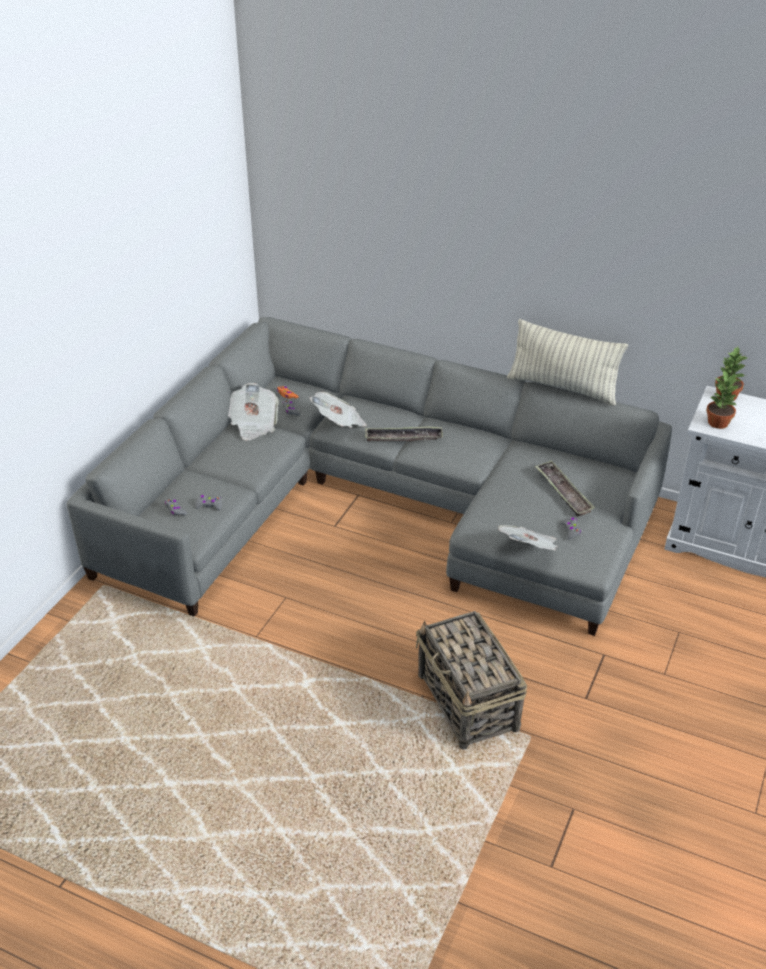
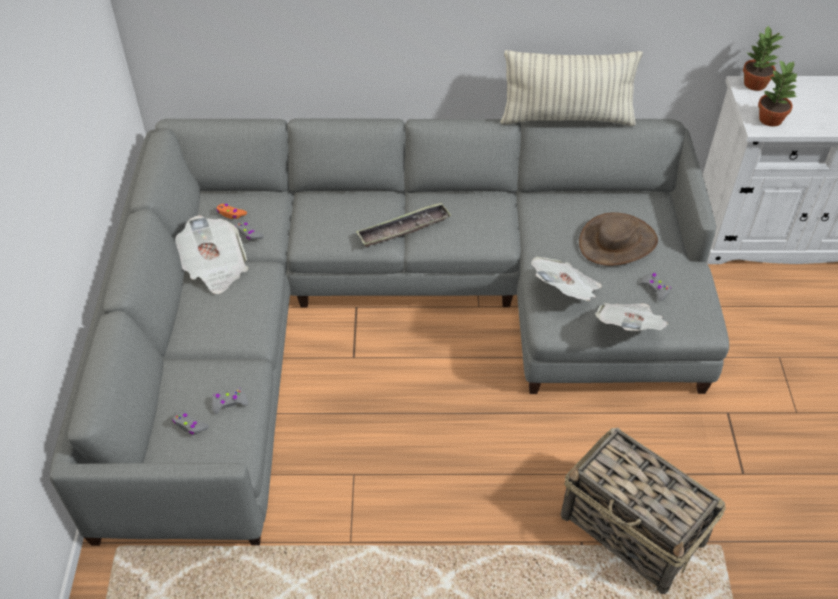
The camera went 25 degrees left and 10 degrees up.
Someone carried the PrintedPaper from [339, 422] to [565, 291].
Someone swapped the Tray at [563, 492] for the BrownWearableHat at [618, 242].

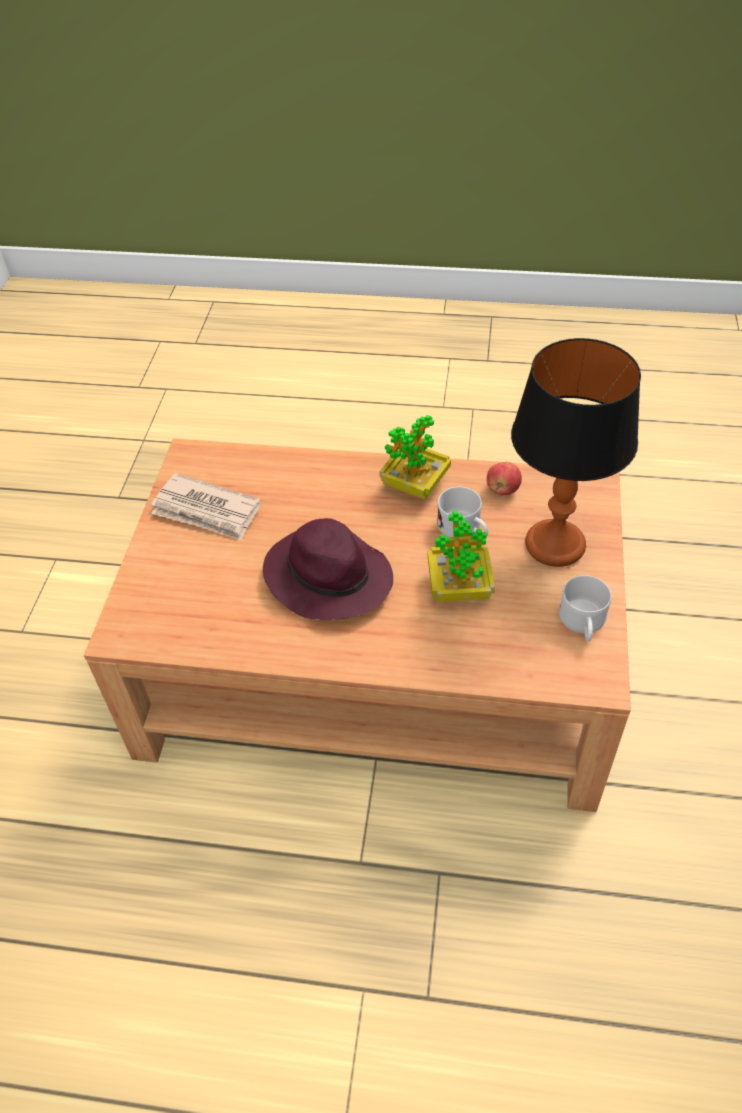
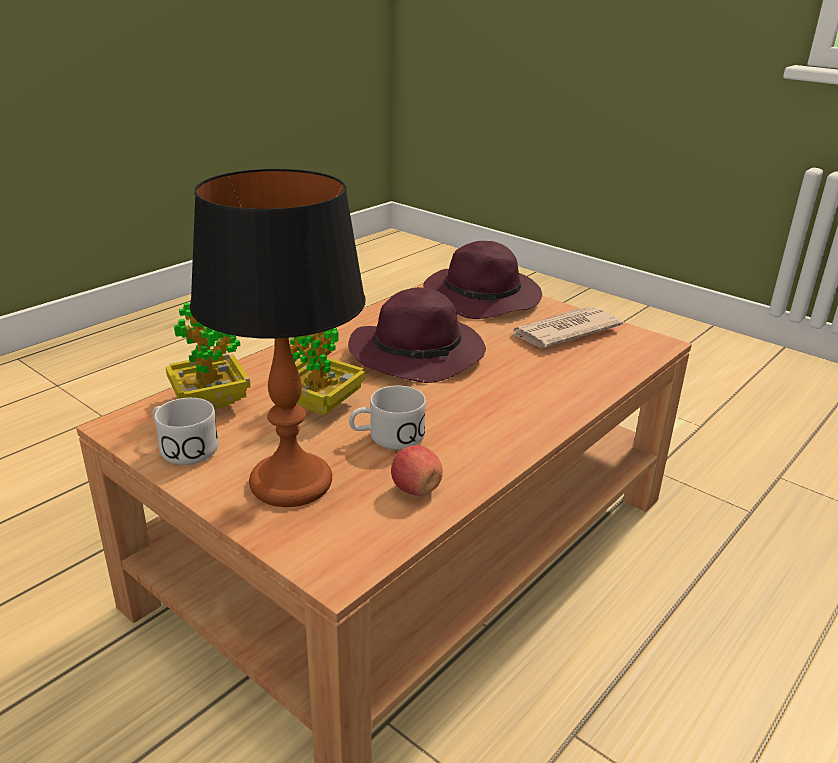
The camera went 120 degrees right and 20 degrees down.
Someone put down the PurplishWearableHat at [484, 299].
Someone carried the Houseplant from [415, 485] to [210, 402].

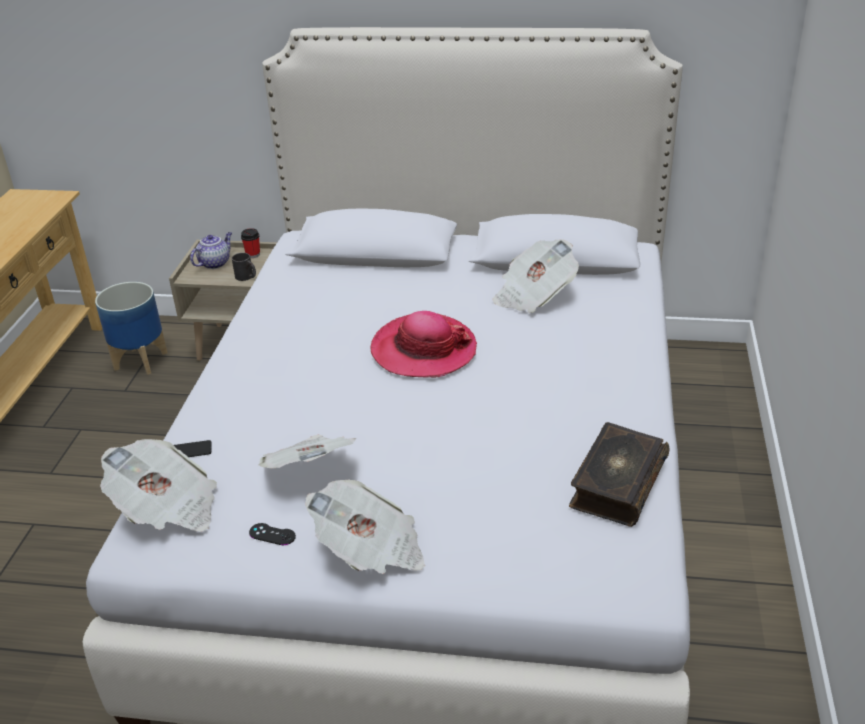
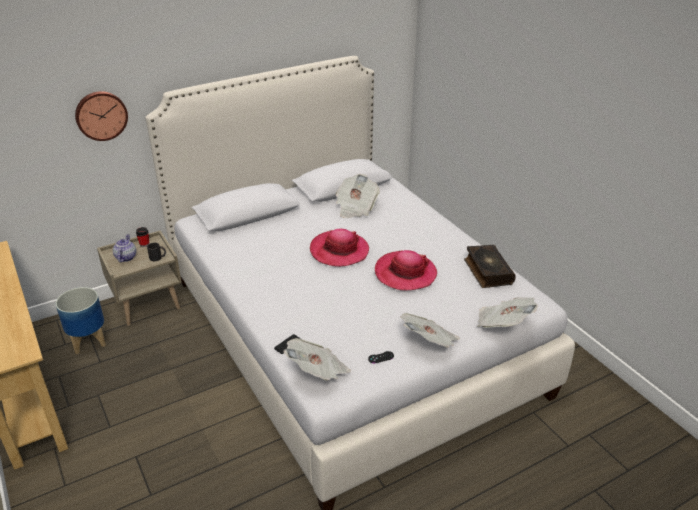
The camera went 40 degrees left and 0 degrees up.
Someone put up the ClockOnTheWall at [101, 115].
Someone put down the WearableHat at [405, 273].
Someone carried the PrintedPaper from [310, 470] to [502, 324].

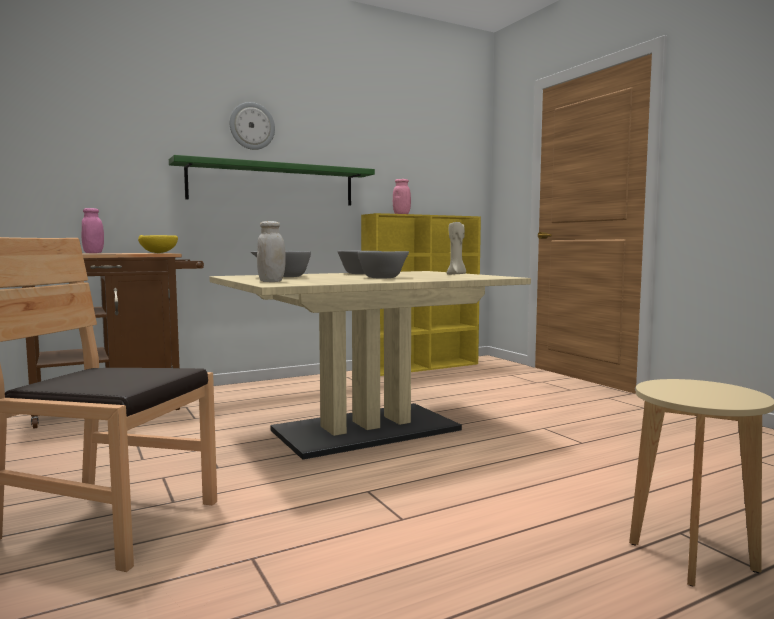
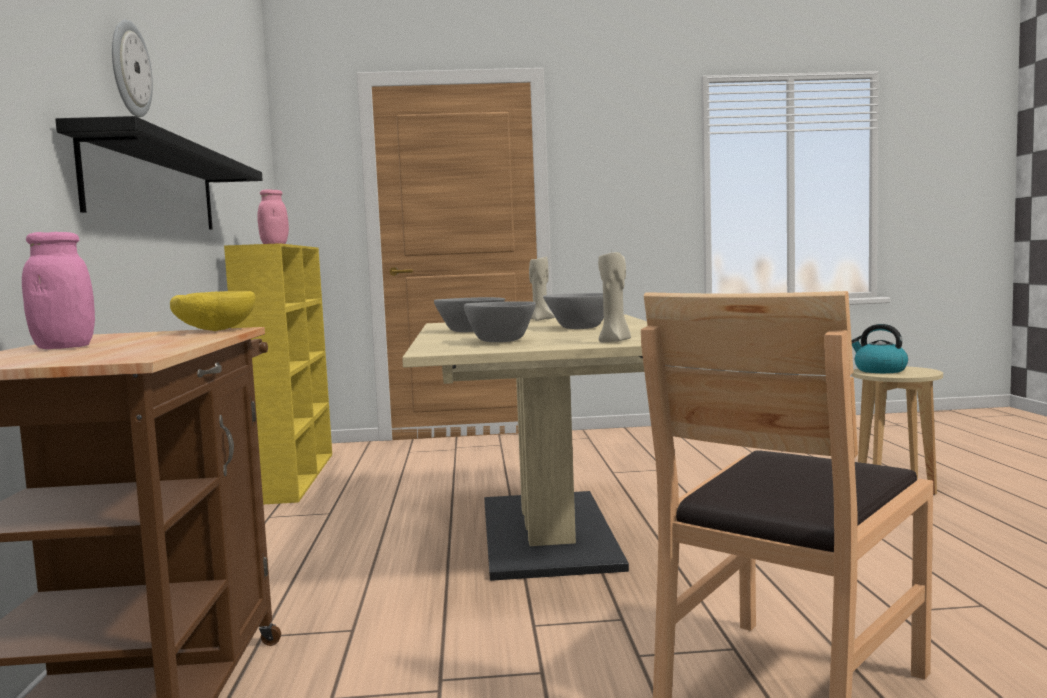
The camera went 65 degrees left and 0 degrees up.
Someone put down the TeaKettle at [879, 370].
Someone swapped the WhitishStorageJar at [271, 281] for the SandColouredWaxLight at [615, 341].
Someone repainted the GreenColouredBracketShelf at [273, 184], which became the BlackishBracketShelf at [155, 187].

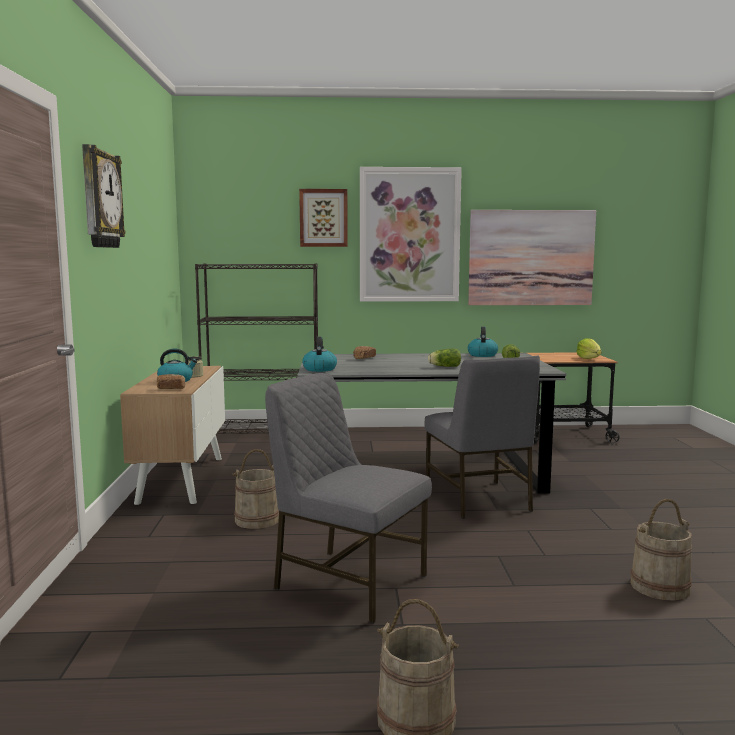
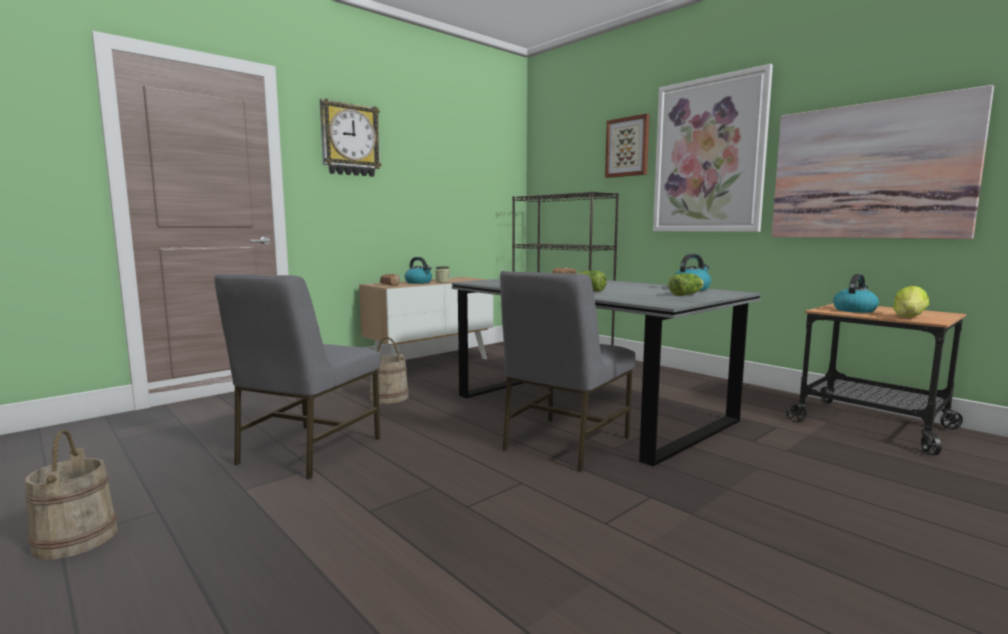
The camera went 50 degrees right and 0 degrees up.
Someone took away the SandColouredWaterBucket at [660, 587].
Someone carried the TeaKettle from [319, 369] to [854, 310].
Someone rotated the GrayPlainChair at [348, 582] by 150 degrees counterclockwise.

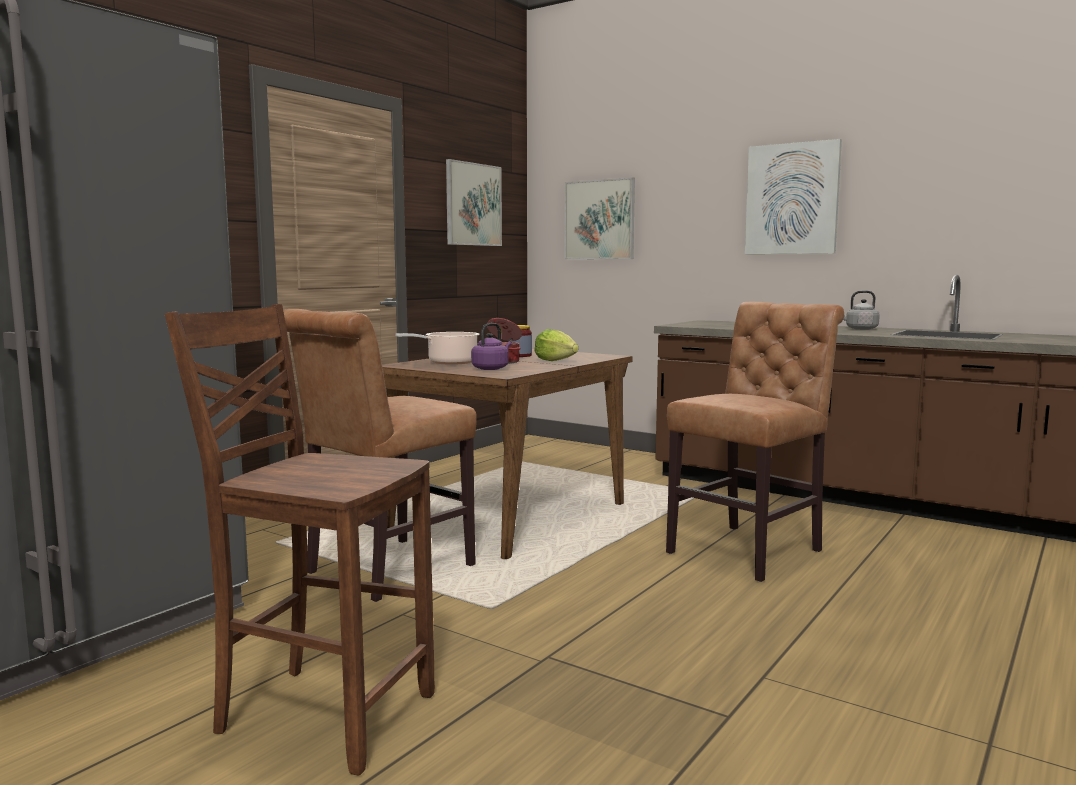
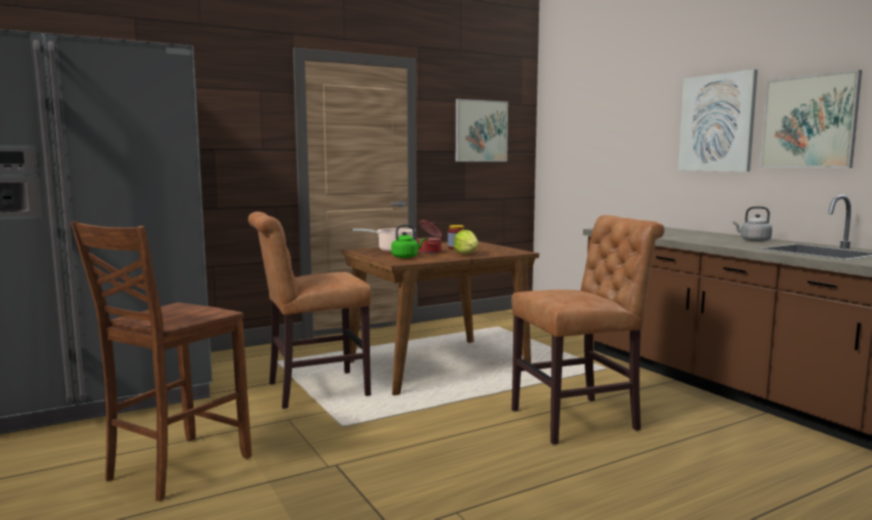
The camera went 25 degrees right and 0 degrees up.
Someone carried the Picture from [599, 220] to [808, 122].
Someone repainted the PurplishTeaKettle at [491, 368], which became the GreenColouredTeaKettle at [406, 257].
Someone rotated the BrownPlainChair at [322, 713] by 105 degrees counterclockwise.

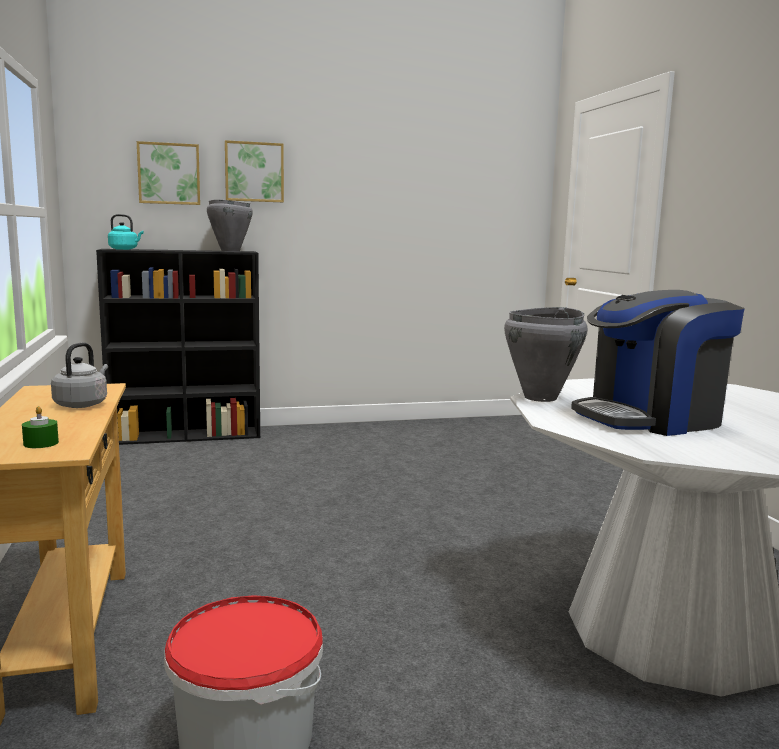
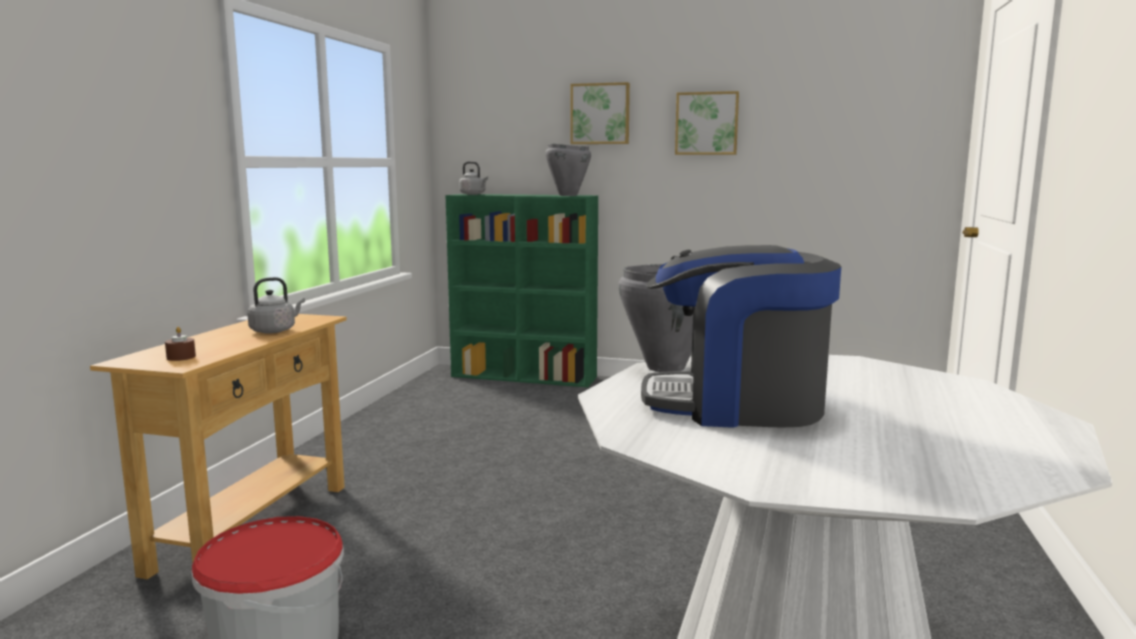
The camera went 30 degrees right and 0 degrees up.
Someone carried the Picture from [169, 174] to [706, 123].
Someone repainted the GreenColouredWaxLight at [41, 443], which became the BrownWaxLight at [181, 357].
Someone repainted the BlackishShelvingUnit at [187, 436], which became the GreenColouredShelvingUnit at [525, 377].
Someone repainted the TurquoiseTeaKettle at [125, 249], which became the GrayTeaKettle at [473, 194].

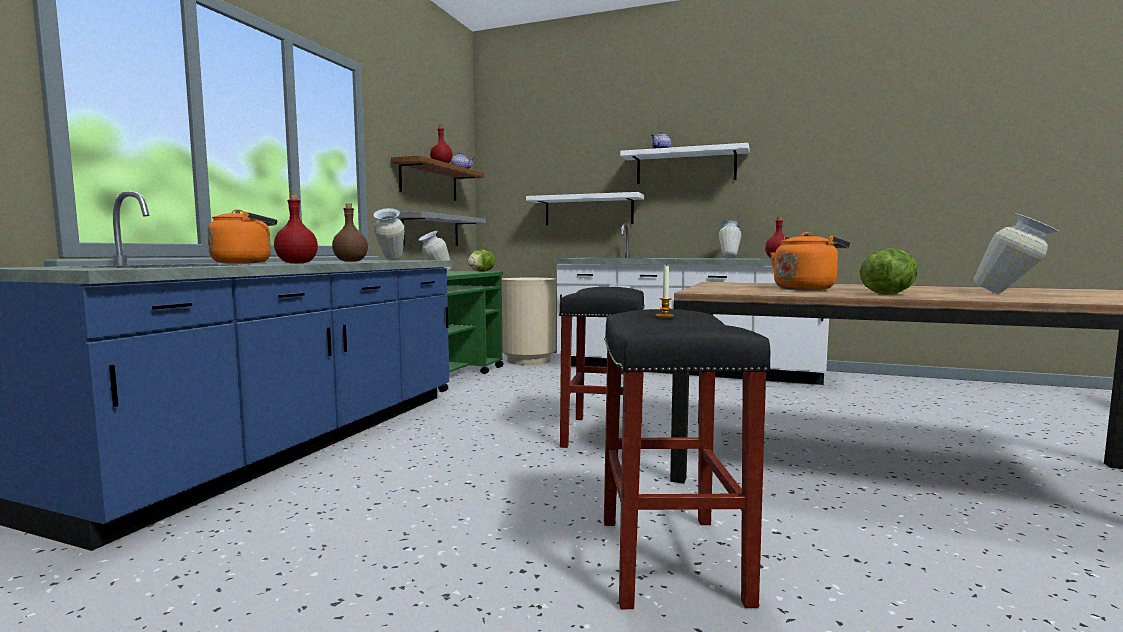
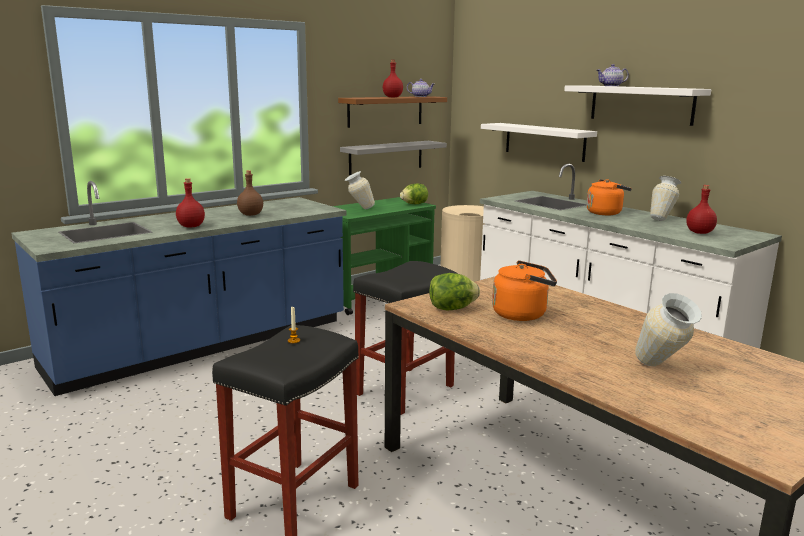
The camera went 30 degrees right and 10 degrees up.
Someone took away the FlowerVase at [389, 260].
Someone carried the OrangeyTeaKettle from [245, 263] to [605, 213].
Someone carried the HeadOfLettuce from [888, 294] to [452, 309].

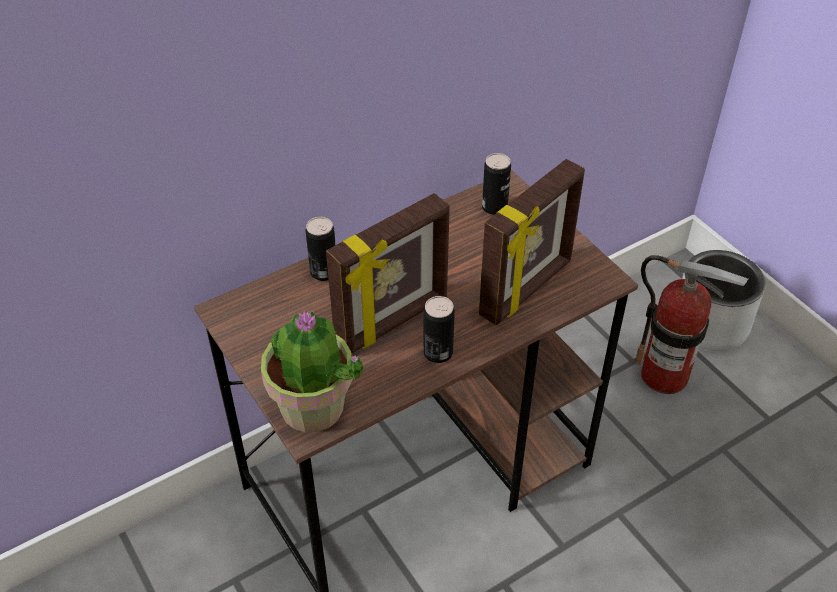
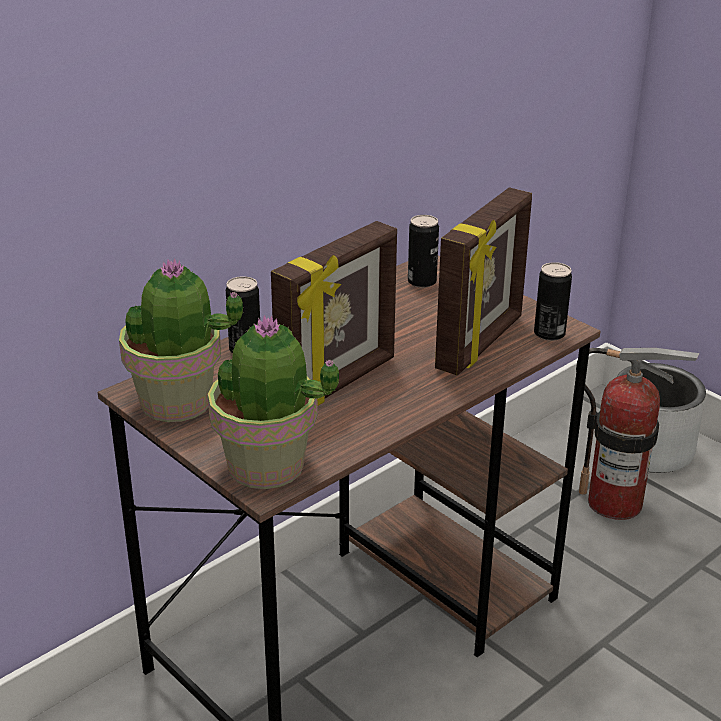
The camera went 10 degrees left and 15 degrees down.
Someone put down the Houseplant at [177, 403].
Someone carried the MetalCan from [438, 353] to [549, 333].

